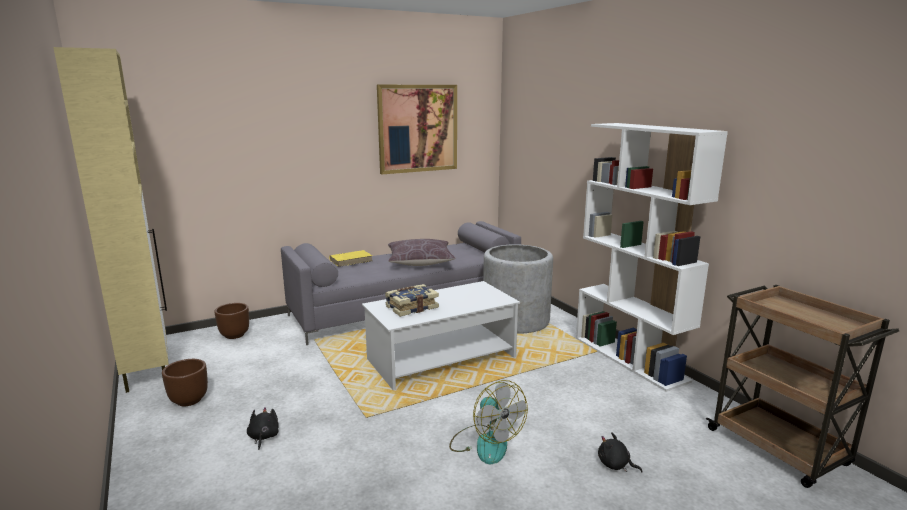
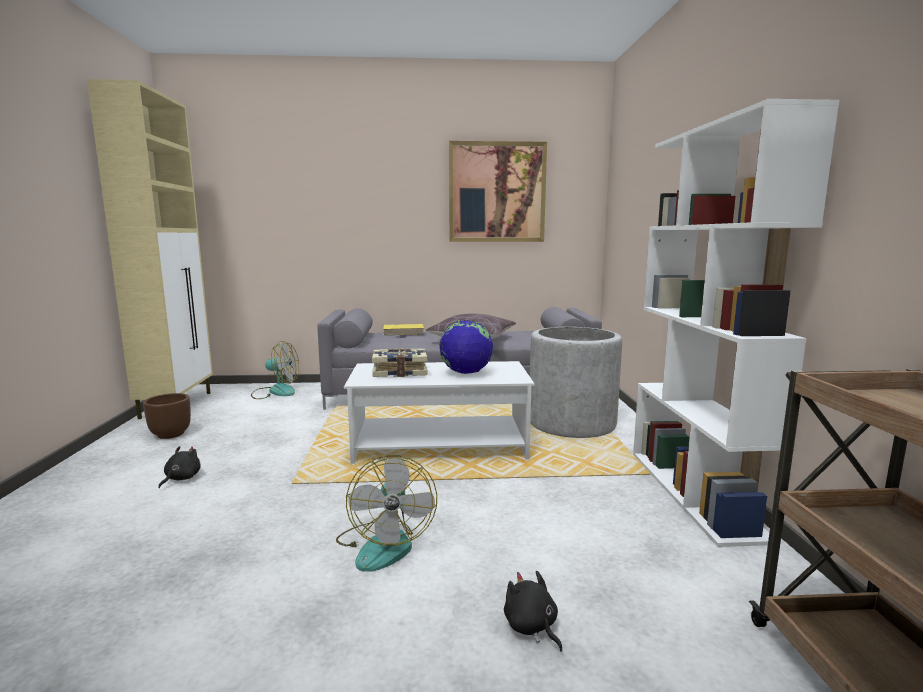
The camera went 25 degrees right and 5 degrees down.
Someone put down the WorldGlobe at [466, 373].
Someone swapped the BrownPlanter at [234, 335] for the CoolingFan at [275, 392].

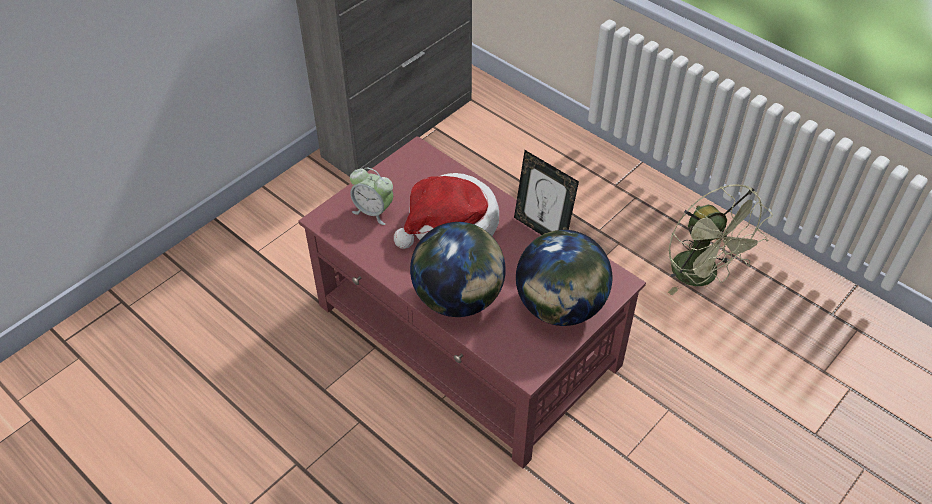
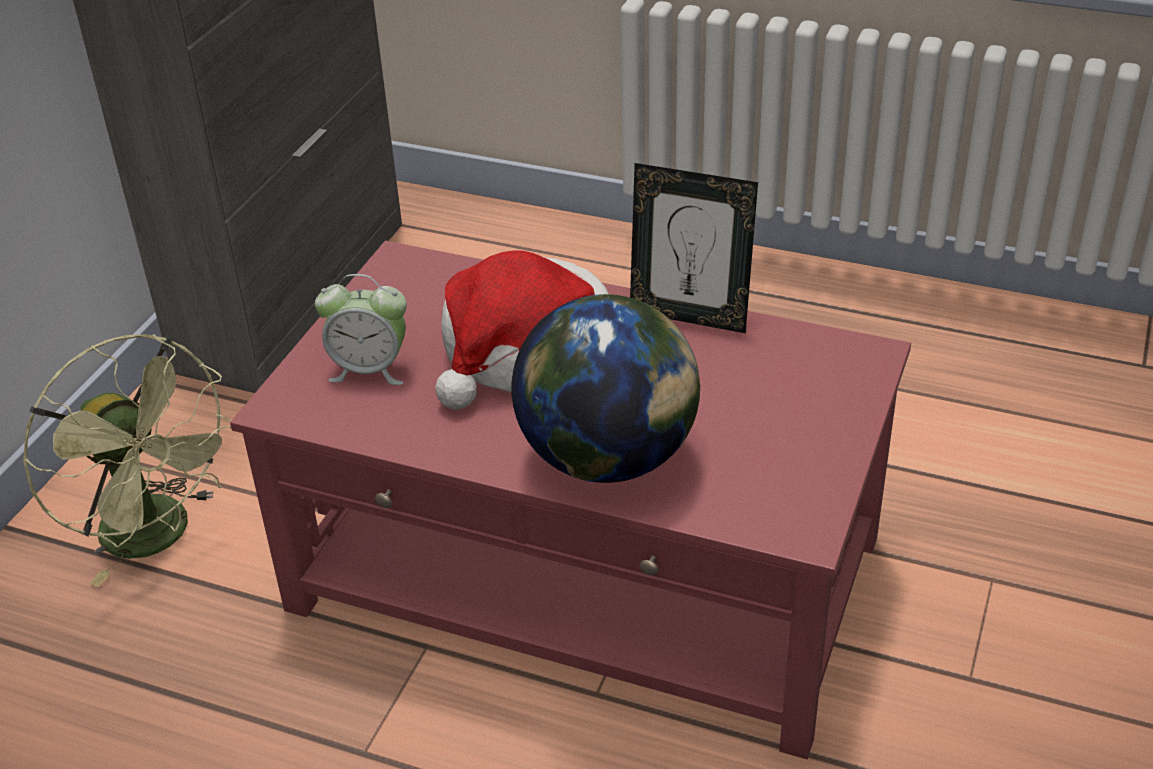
The camera went 20 degrees left and 10 degrees down.
Someone took away the WorldGlobe at [560, 307].
Someone carried the GreenColouredCoolingFan from [702, 276] to [159, 537].

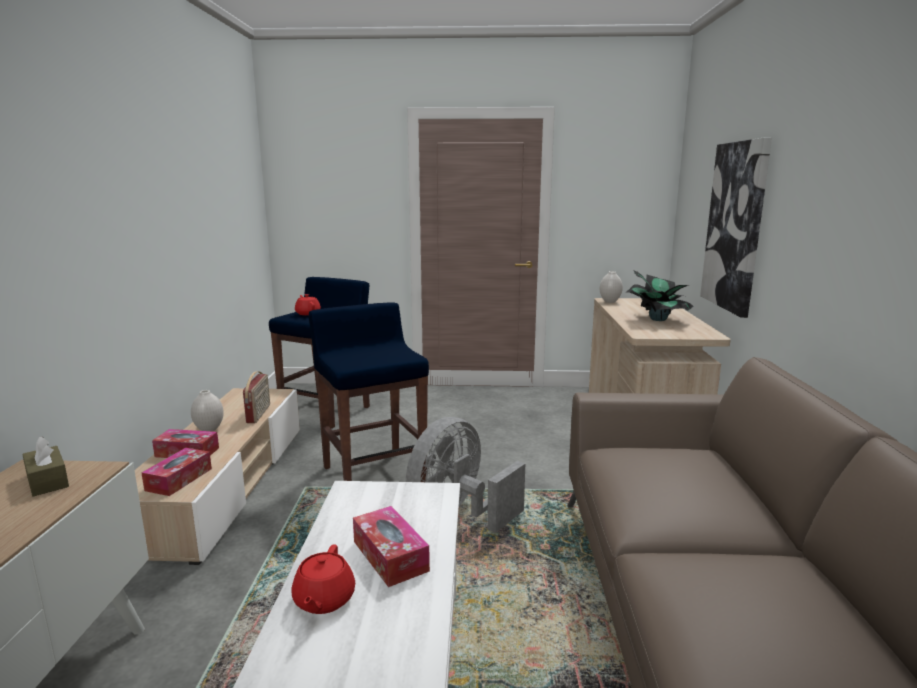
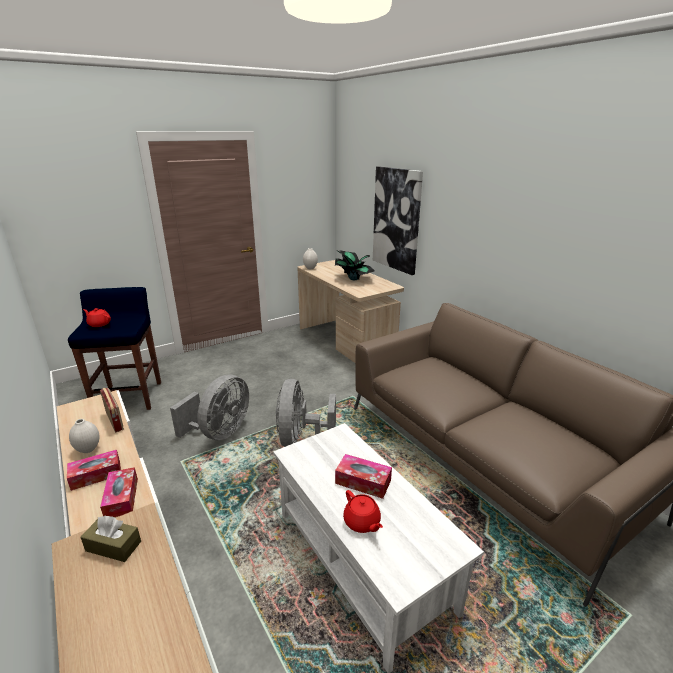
The camera went 35 degrees left and 10 degrees up.
Someone swapped the BluishSittingStool at [373, 473] for the GrayCoolingFan at [220, 432].

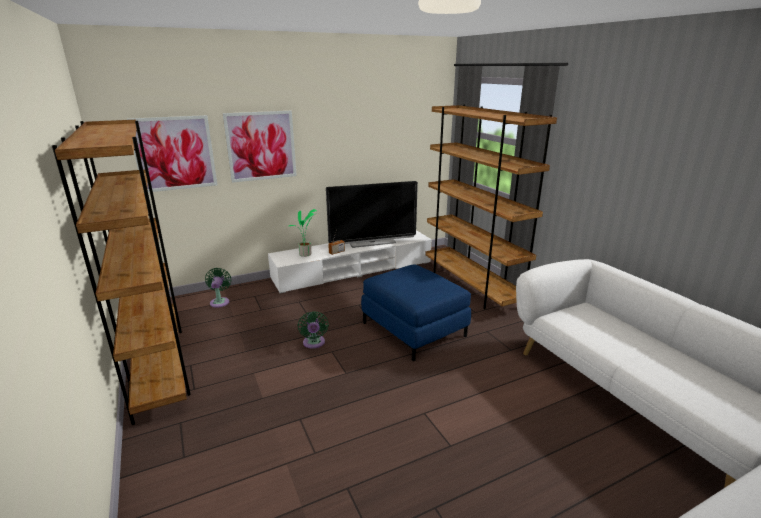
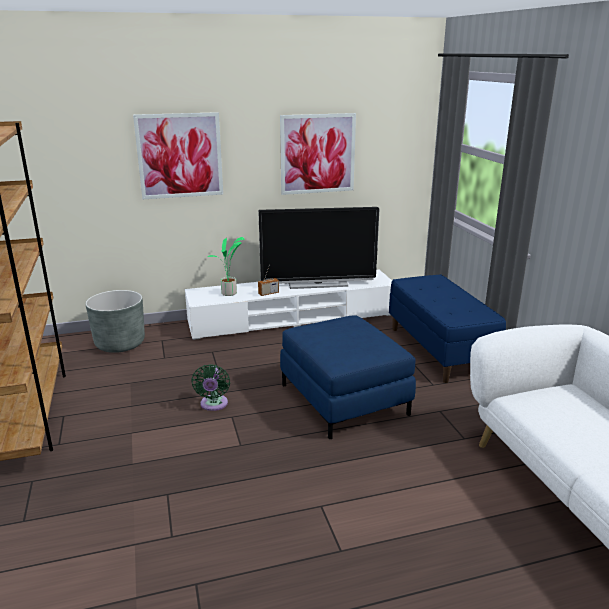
The camera went 10 degrees right and 0 degrees up.
Someone carried the Picture from [175, 153] to [317, 154].
Someone swapped the GreenColouredCoolingFan at [220, 301] for the GrayPlanter at [120, 344].
Someone swapped the BrownShelvingUnit at [471, 286] for the BluishIndoorBench at [439, 350].

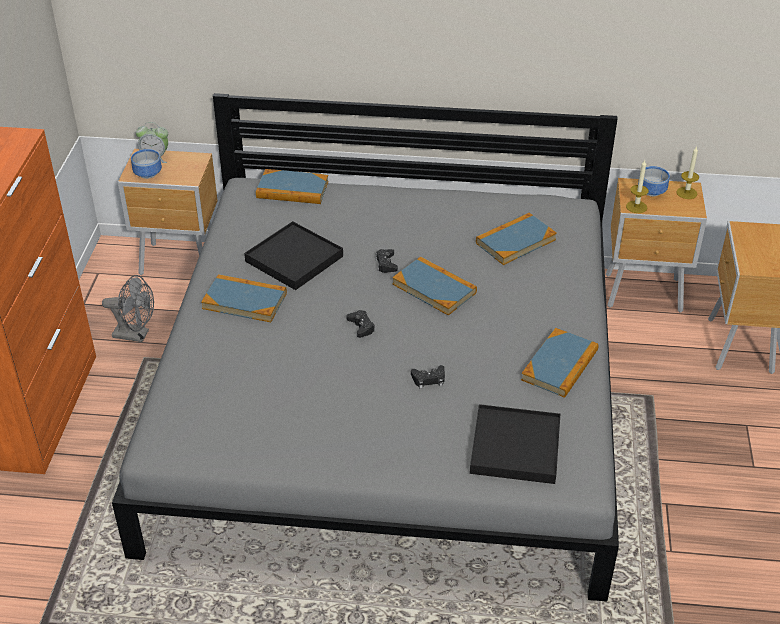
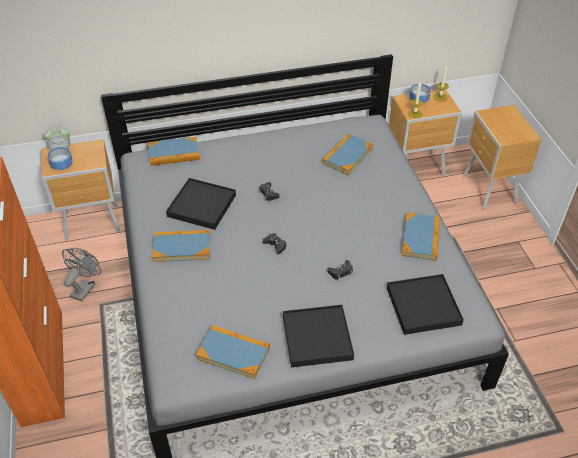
The camera went 20 degrees left and 5 degrees up.
Someone put down the BlackishTray at [317, 338].
Someone carried the Book from [434, 288] to [233, 353].
Someone rotated the GrayCoolingFan at [136, 335] by 60 degrees counterclockwise.

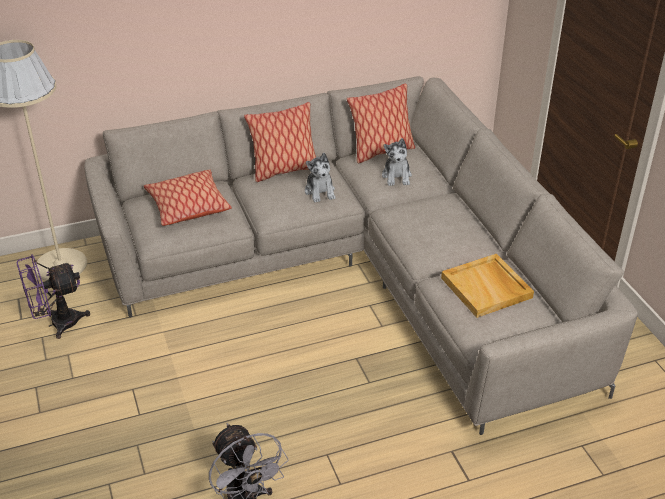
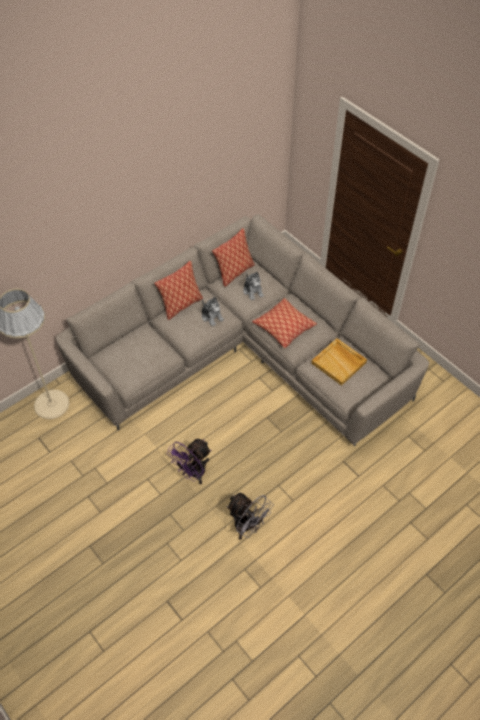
The camera went 20 degrees left and 15 degrees up.
Someone carried the PurplishCoolingFan from [57, 324] to [193, 473].
Someone carried the ThrowPillow from [188, 206] to [284, 327].

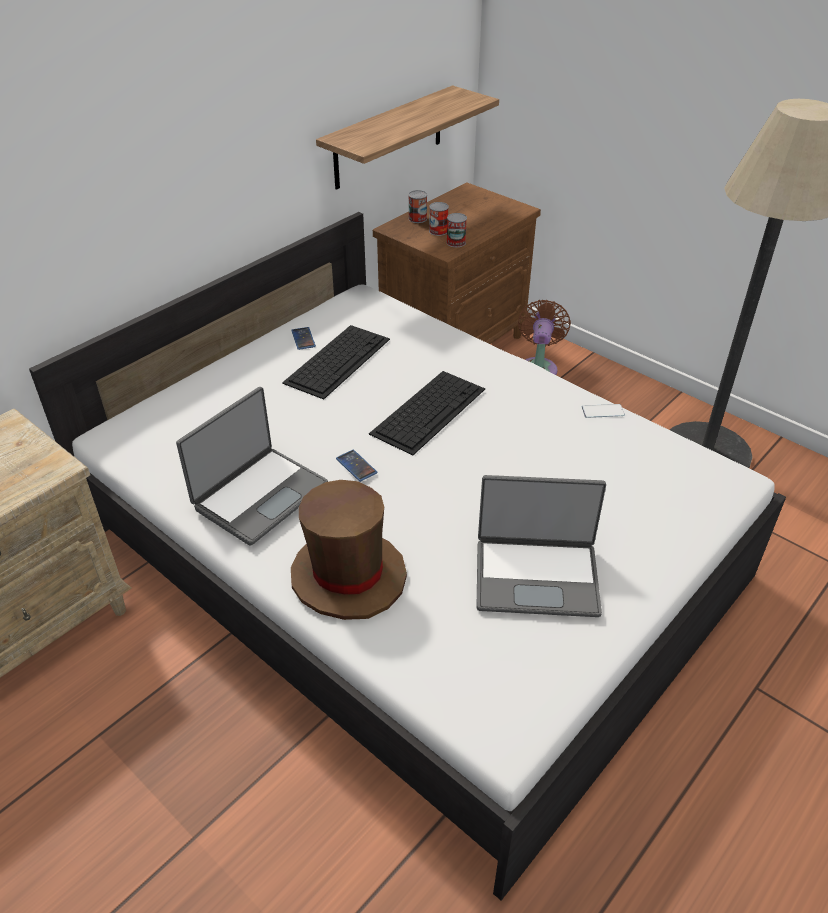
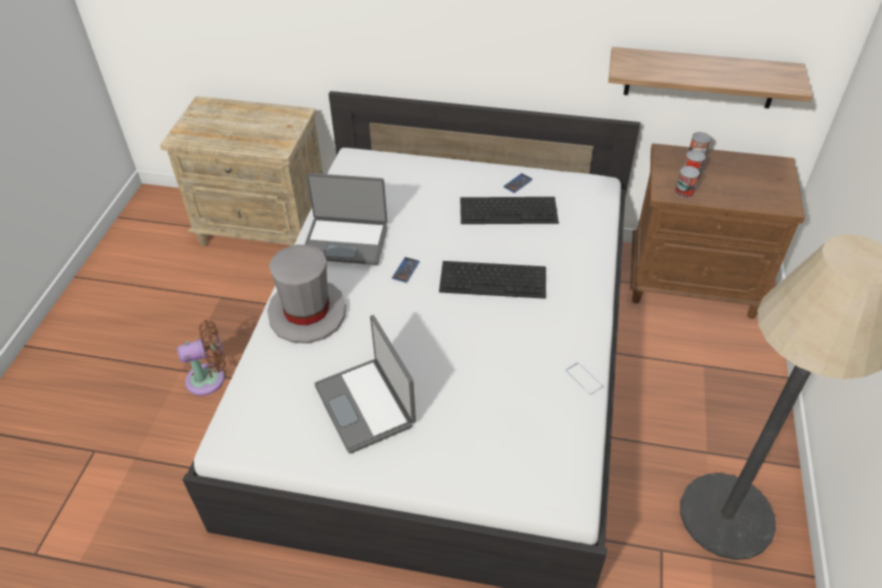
The camera went 60 degrees right and 5 degrees up.
Someone carried the BrownCoolingFan from [538, 367] to [210, 378].
Someone repainted the BrownWearableHat at [348, 576], which became the GrayWearableHat at [307, 312].

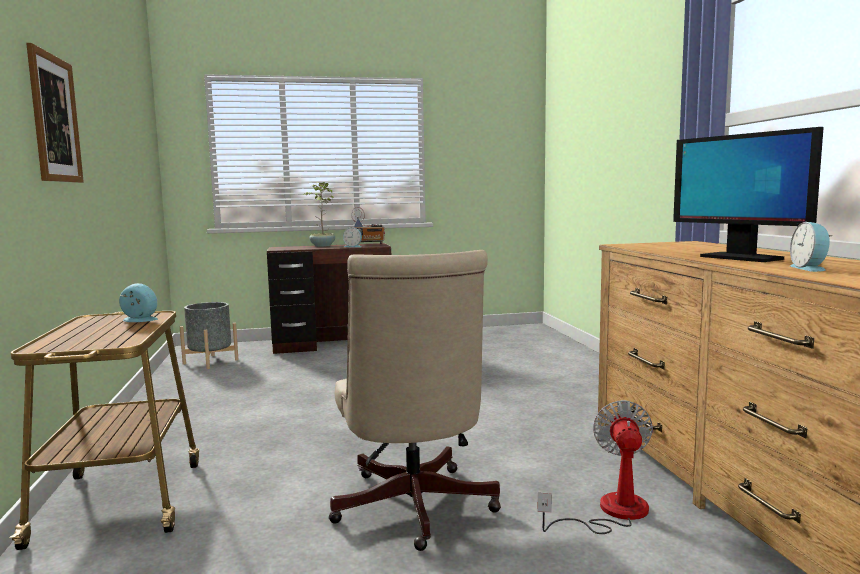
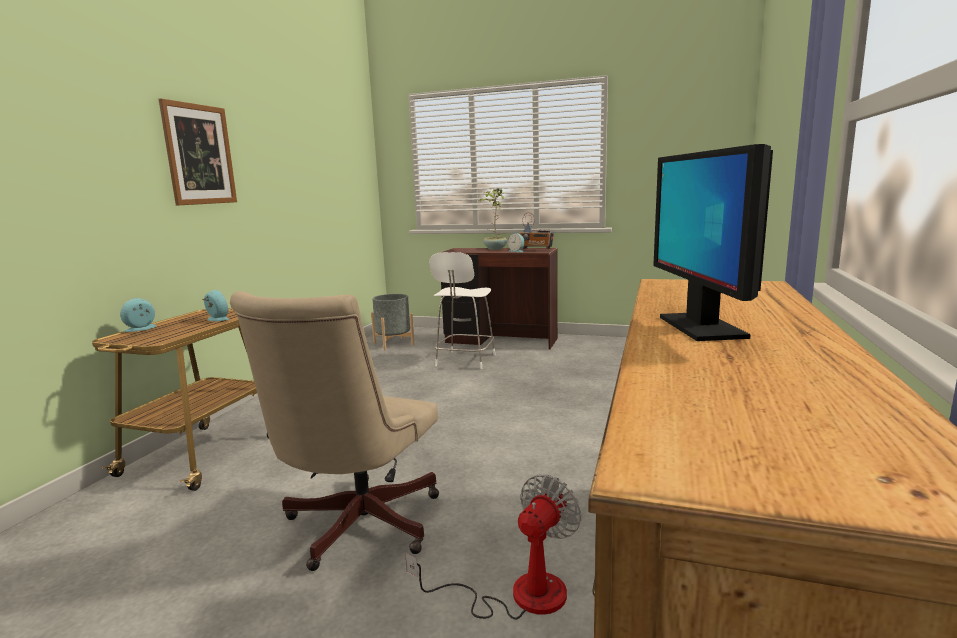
The camera went 30 degrees right and 5 degrees up.
Someone put down the WhitishPlainChair at [465, 360].
Someone carried the BedsideClock from [810, 268] to [142, 328].

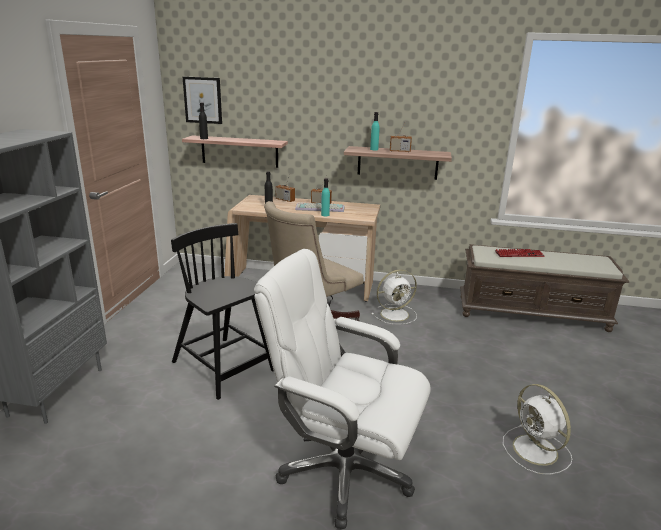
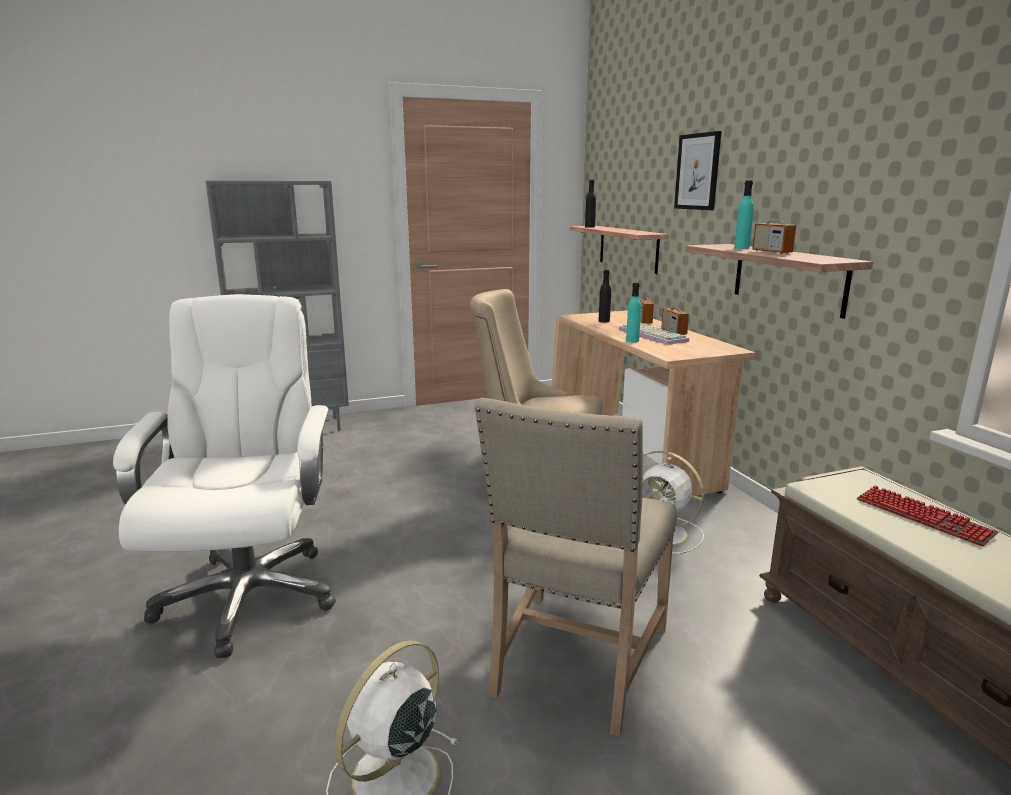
The camera went 60 degrees right and 5 degrees down.
Someone took away the BlackishPlainChair at [224, 367].
Someone put down the SandColouredPlainChair at [575, 662].
Someone carried the Picture from [203, 100] to [697, 172].

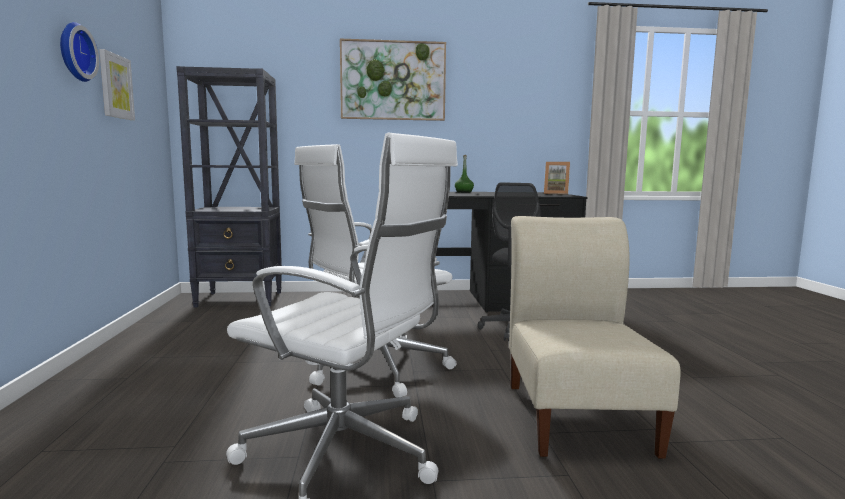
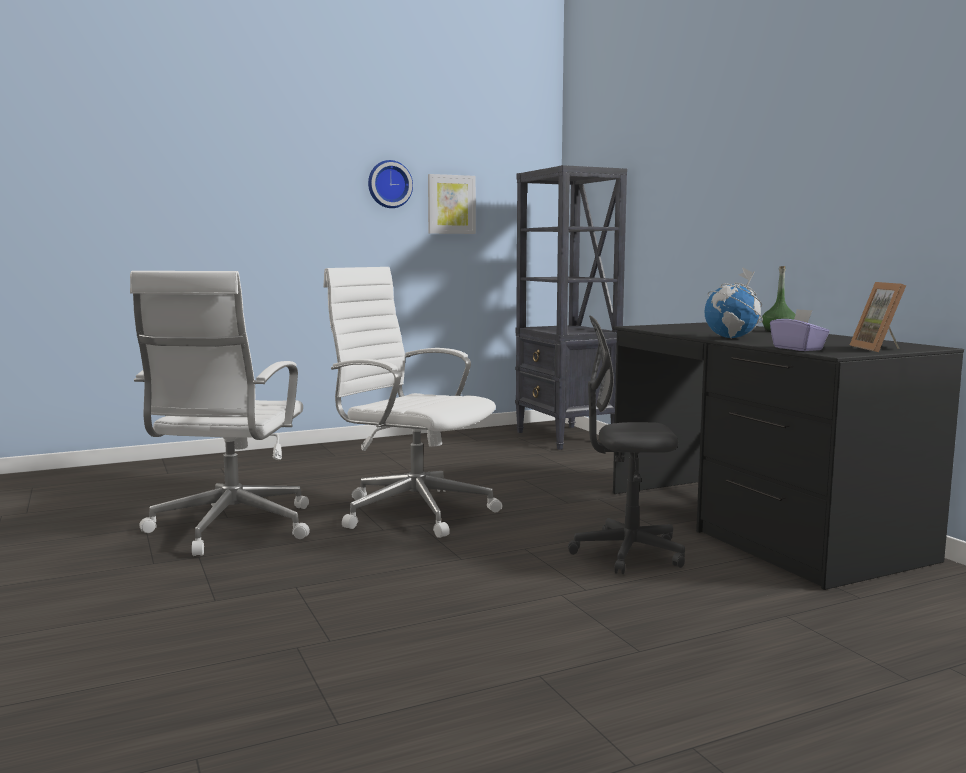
The camera went 70 degrees right and 0 degrees up.
Someone took away the Picture at [393, 81].
Someone took away the SandColouredPlainChair at [576, 414].
Someone put down the WorldGlobe at [732, 338].
Someone put down the PurplishTissueHolder at [798, 349].

